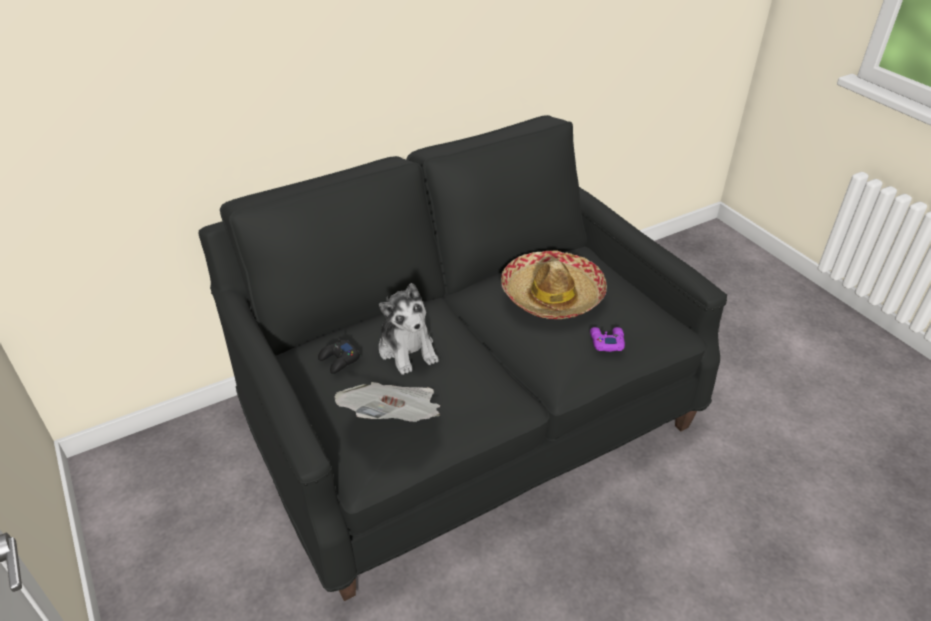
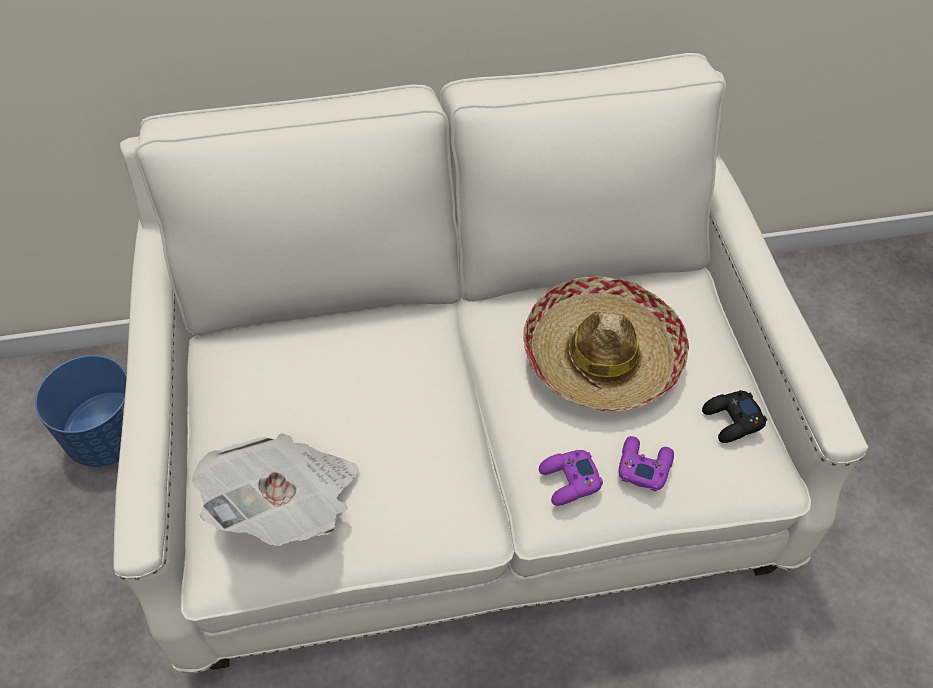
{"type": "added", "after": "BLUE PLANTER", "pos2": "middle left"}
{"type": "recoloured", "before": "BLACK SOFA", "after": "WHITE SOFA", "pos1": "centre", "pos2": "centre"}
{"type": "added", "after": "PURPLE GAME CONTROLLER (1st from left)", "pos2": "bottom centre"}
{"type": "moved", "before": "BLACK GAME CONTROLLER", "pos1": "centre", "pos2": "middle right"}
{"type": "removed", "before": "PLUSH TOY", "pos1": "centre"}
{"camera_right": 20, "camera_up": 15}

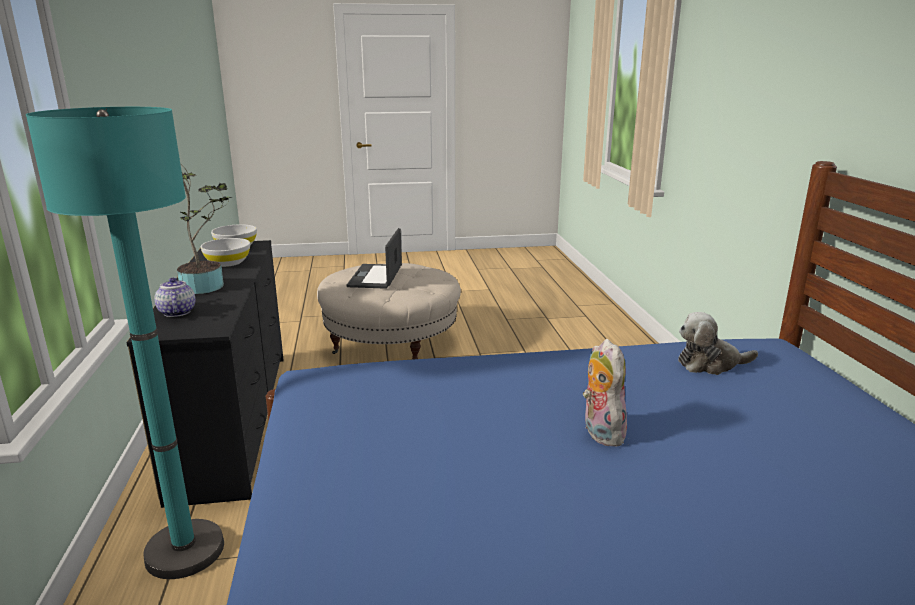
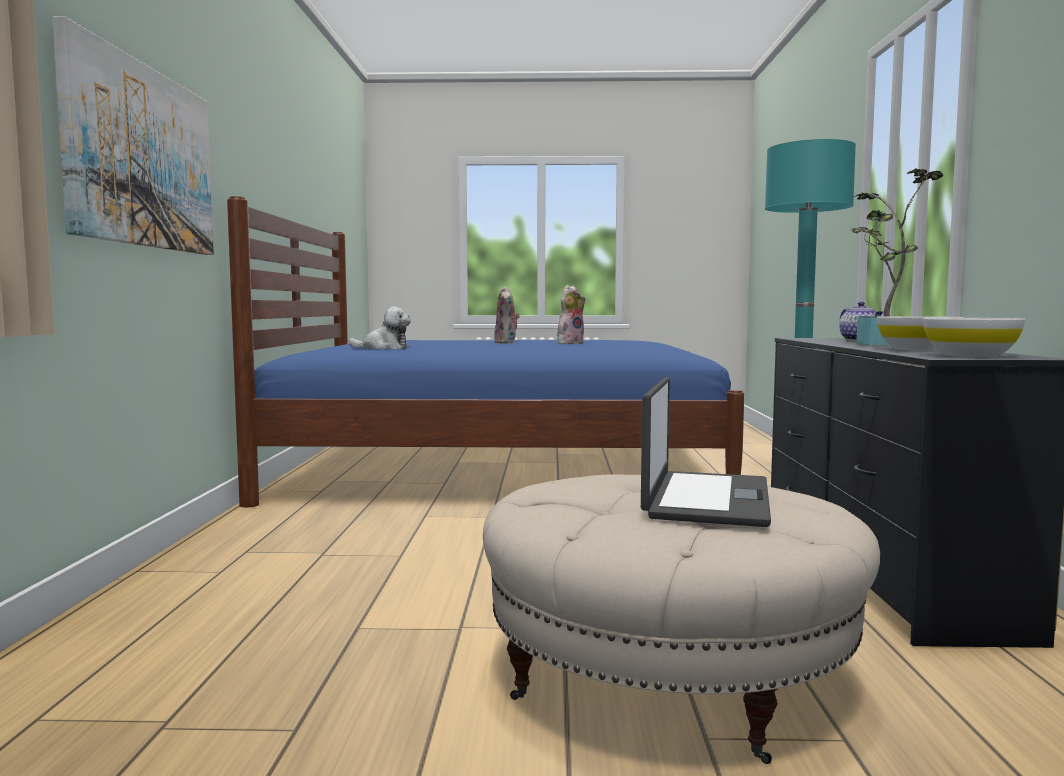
{"type": "added", "after": "PICTURE", "pos2": "top left"}
{"type": "added", "after": "PLUSH TOY (3rd from left)", "pos2": "centre"}
{"camera_right": -170, "camera_up": -15}

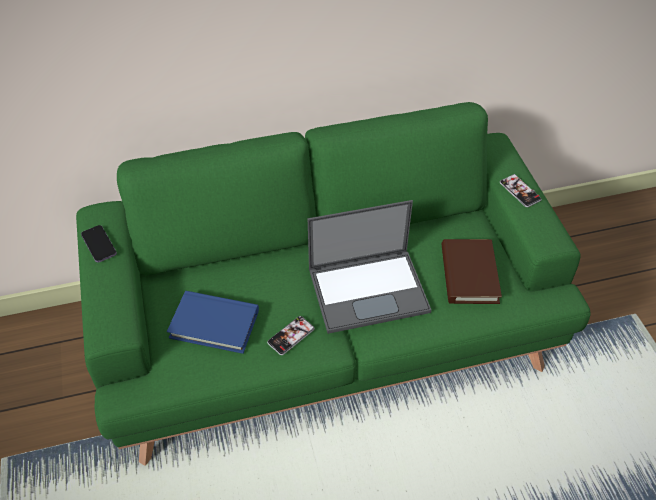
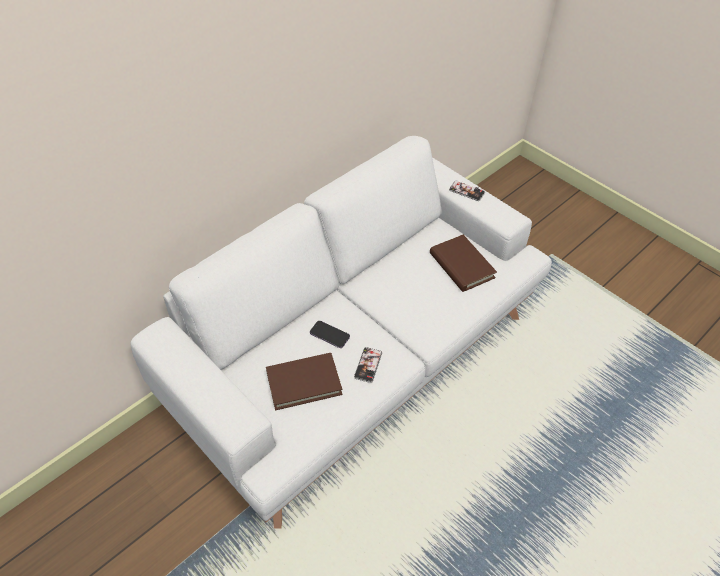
{"type": "recoloured", "before": "GREEN SOFA", "after": "WHITE SOFA", "pos1": "centre", "pos2": "centre"}
{"type": "recoloured", "before": "BLUE BOOK", "after": "BROWN BOOK (1st from left)", "pos1": "middle left", "pos2": "centre"}
{"type": "moved", "before": "PHONE (1st from left)", "pos1": "middle left", "pos2": "centre"}
{"type": "removed", "before": "LAPTOP", "pos1": "centre"}
{"camera_right": -30, "camera_up": 0}

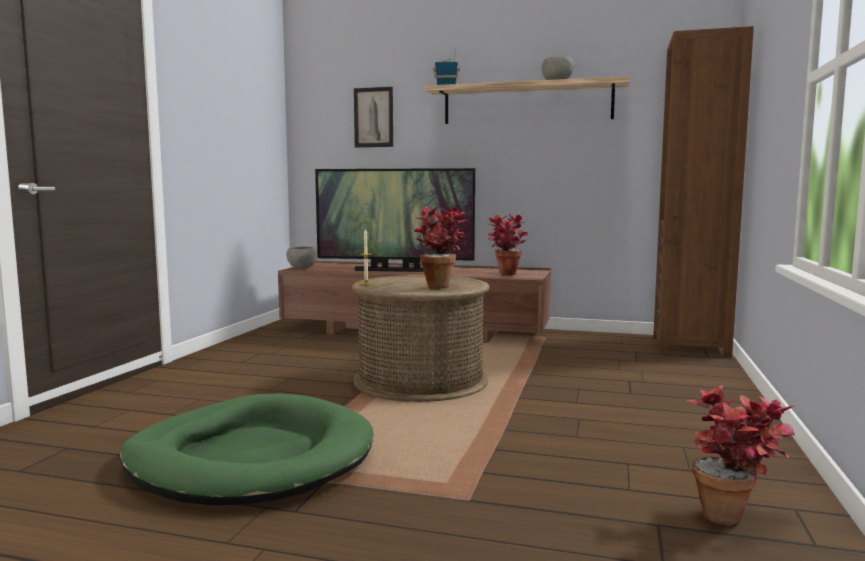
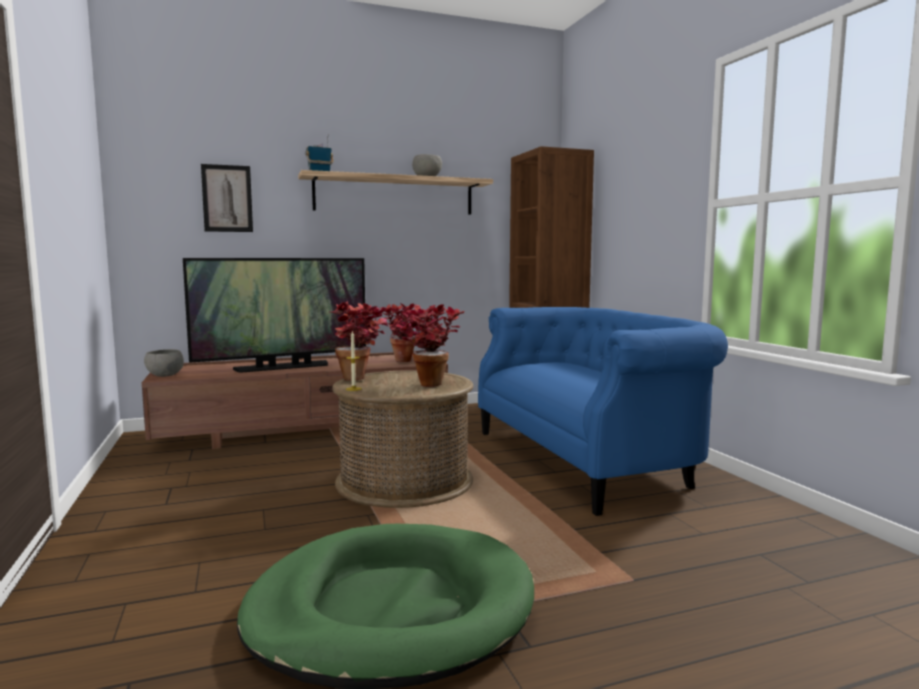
{"type": "moved", "before": "POTTED PLANT (3rd from left in the first image)", "after": "POTTED PLANT (1st from left)", "pos1": "bottom right", "pos2": "centre"}
{"type": "added", "after": "BLUE SOFA", "pos2": "centre"}
{"camera_right": -35, "camera_up": 0}

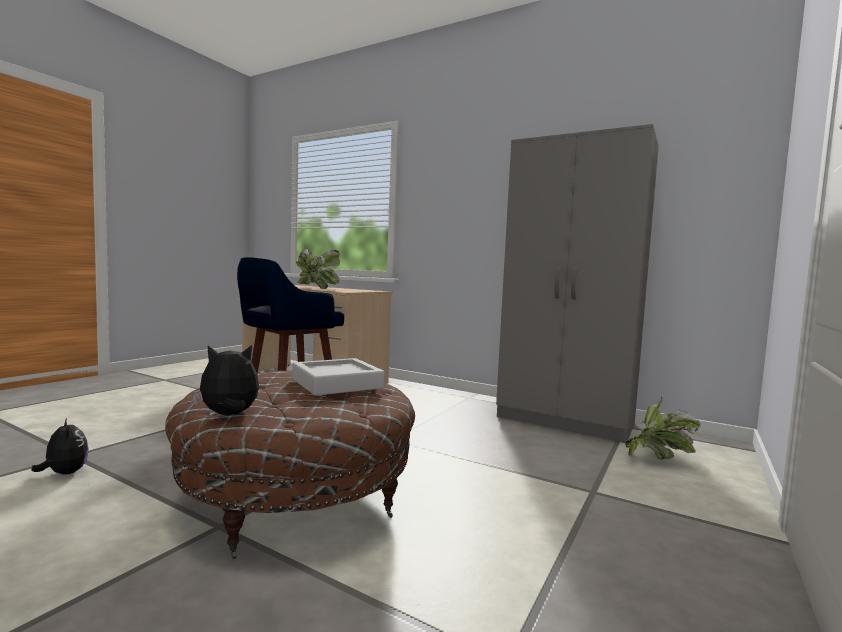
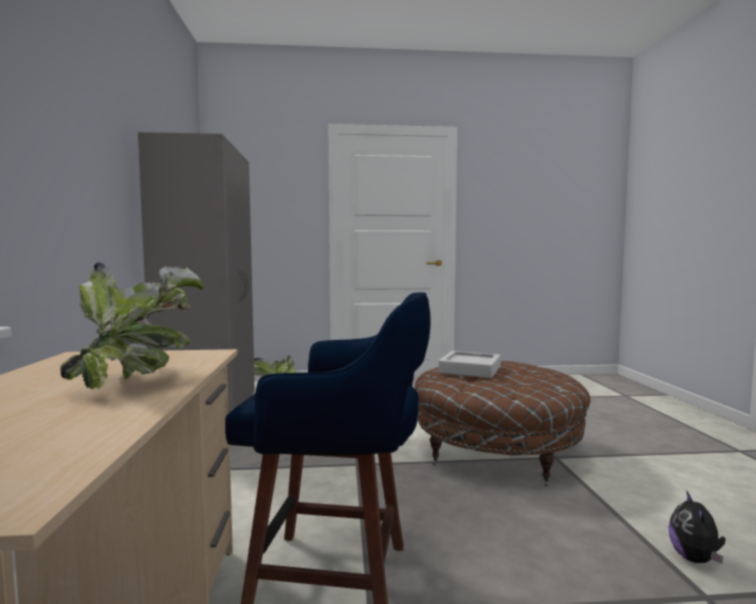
{"type": "removed", "before": "PLUSH TOY (2nd from left)", "pos1": "middle left"}
{"camera_right": -125, "camera_up": 0}

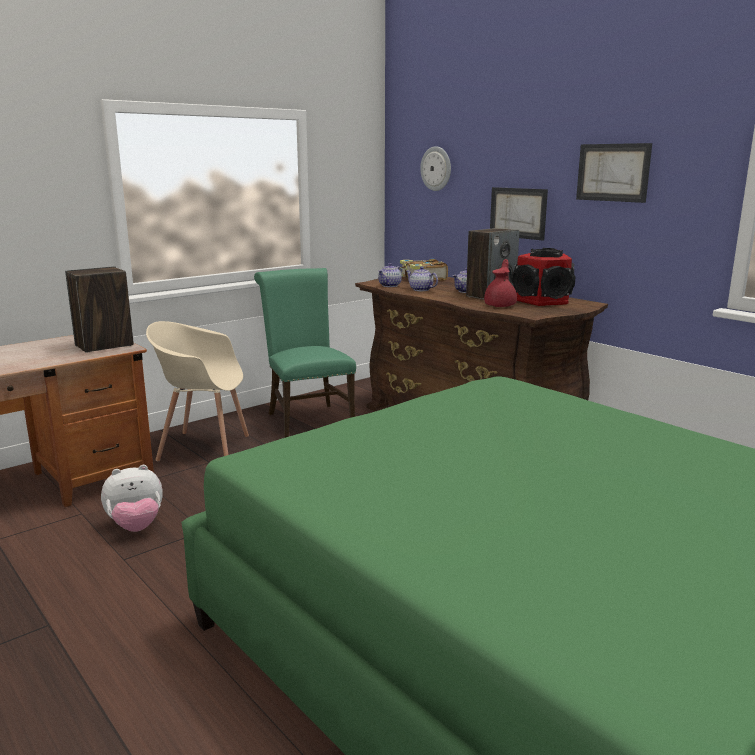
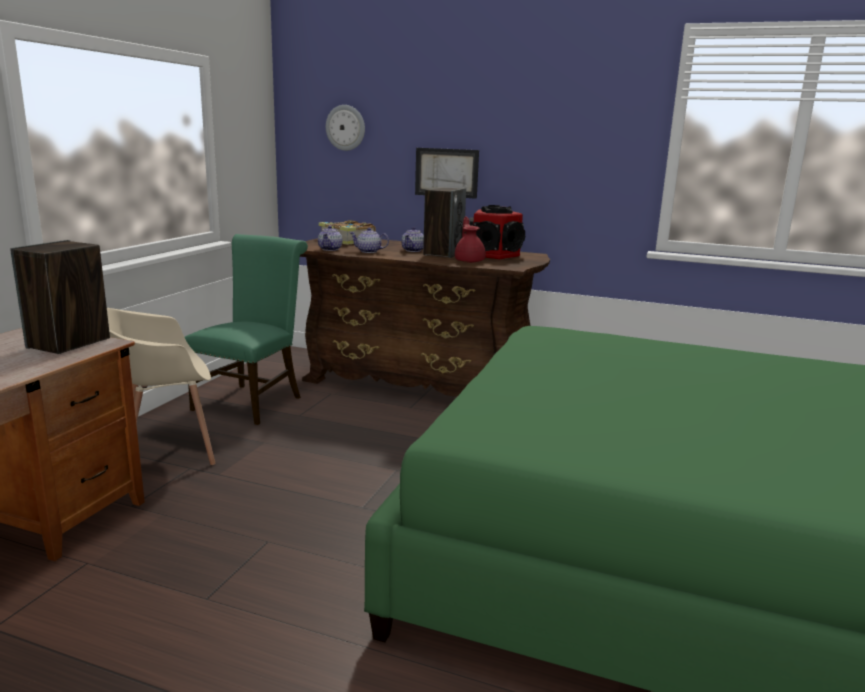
{"type": "turned", "before": "GREEN CHAIR", "pos1": "centre", "pos2": "middle left", "turn": 75}
{"type": "removed", "before": "PLUSH TOY", "pos1": "middle left"}
{"type": "removed", "before": "PICTURE (2nd from left)", "pos1": "top right"}
{"camera_right": -30, "camera_up": 0}

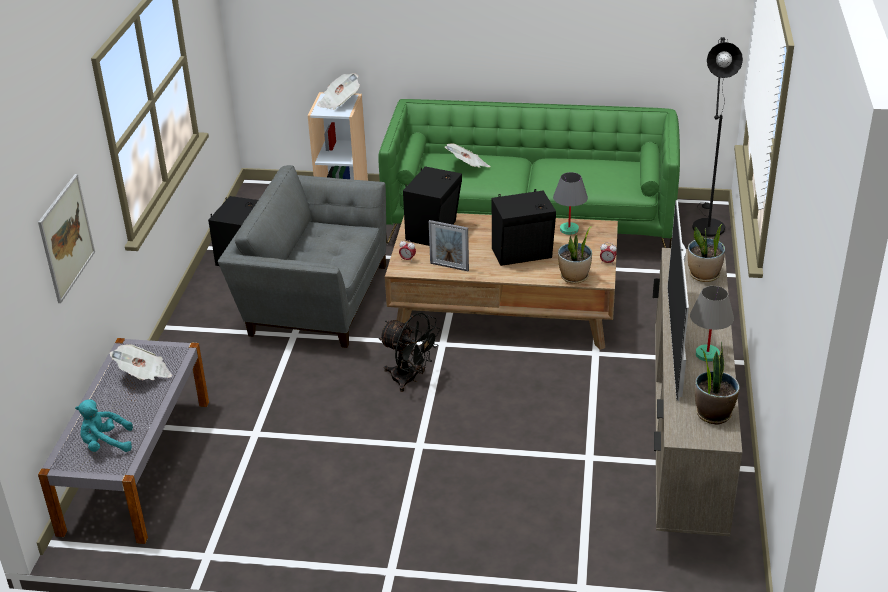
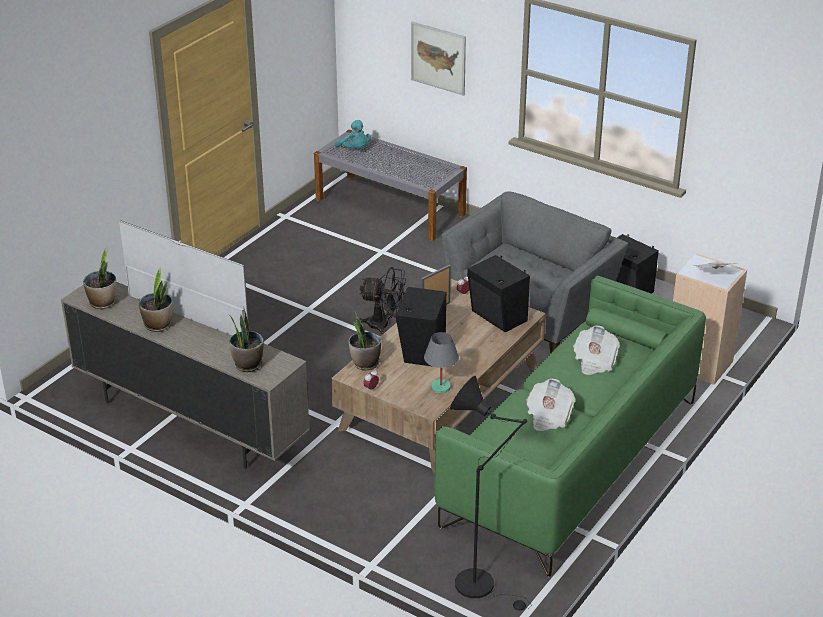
{"type": "replaced", "before": "GREY TABLE LAMP (2nd from left)", "after": "POTTED PLANT (2nd from left)", "pos1": "middle right", "pos2": "middle left"}
{"type": "turned", "before": "TURQUOISE PLUSH TOY", "pos1": "bottom left", "pos2": "top centre", "turn": 120}
{"type": "turned", "before": "BLACK FAN", "pos1": "centre", "pos2": "centre", "turn": -135}
{"type": "moved", "before": "NEWSPAPER (1st from left)", "pos1": "middle left", "pos2": "middle right"}
{"camera_right": 115, "camera_up": 0}

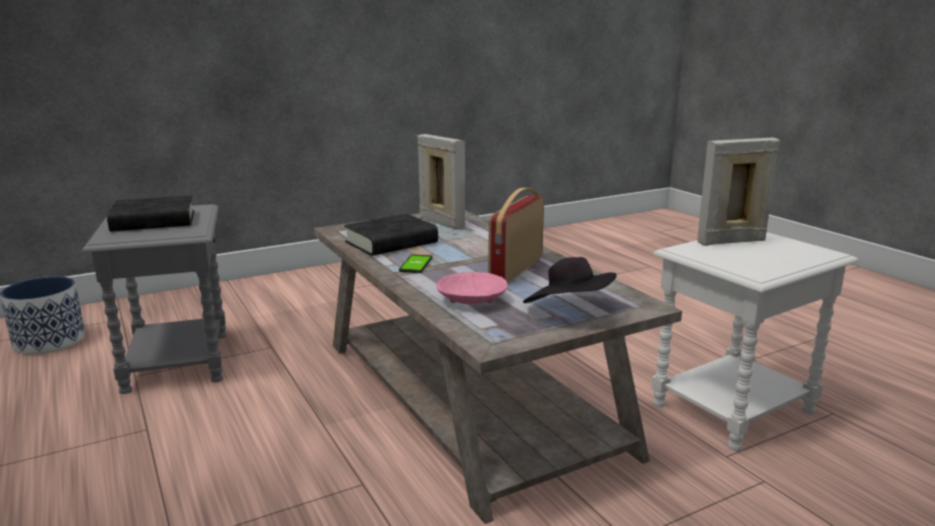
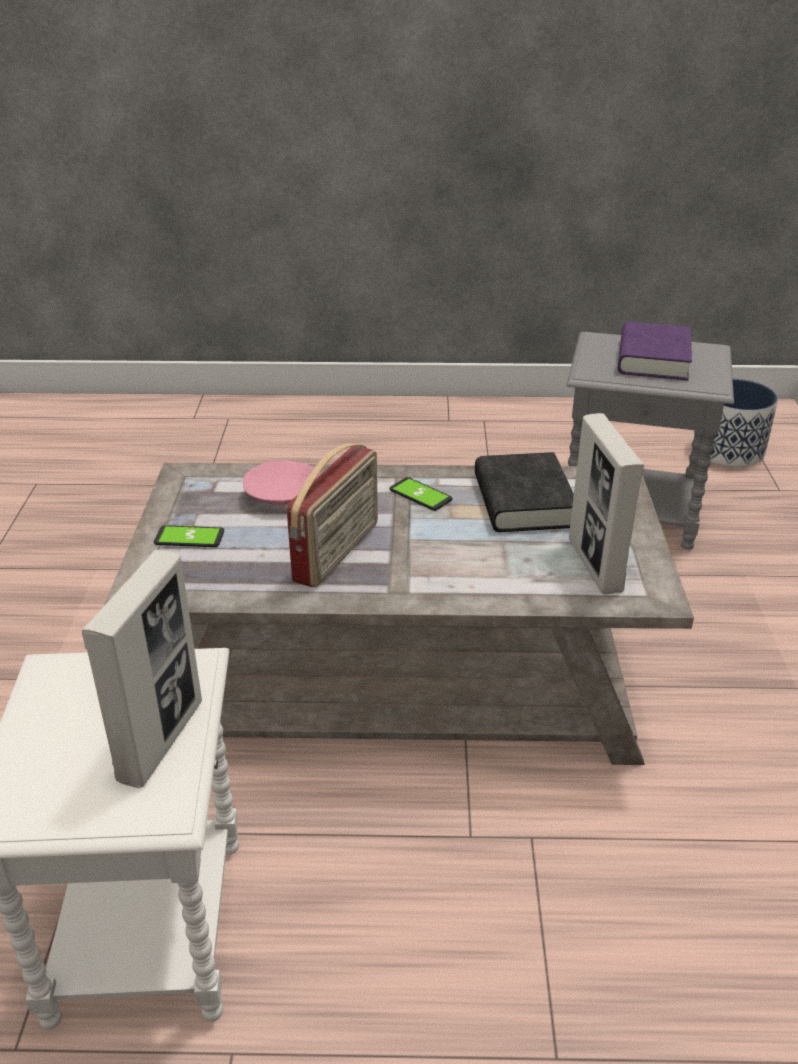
{"type": "replaced", "before": "BLACK HAT", "after": "PHONE (1st from left)", "pos1": "centre", "pos2": "middle left"}
{"type": "turned", "before": "RADIO", "pos1": "centre", "pos2": "centre", "turn": 60}
{"type": "turned", "before": "PICTURE FRAME (1st from left in the first image)", "pos1": "centre", "pos2": "middle right", "turn": 90}
{"type": "recoloured", "before": "BLACK BOOK (1st from left)", "after": "PURPLE BOOK", "pos1": "middle left", "pos2": "top right"}
{"camera_right": 120, "camera_up": 15}

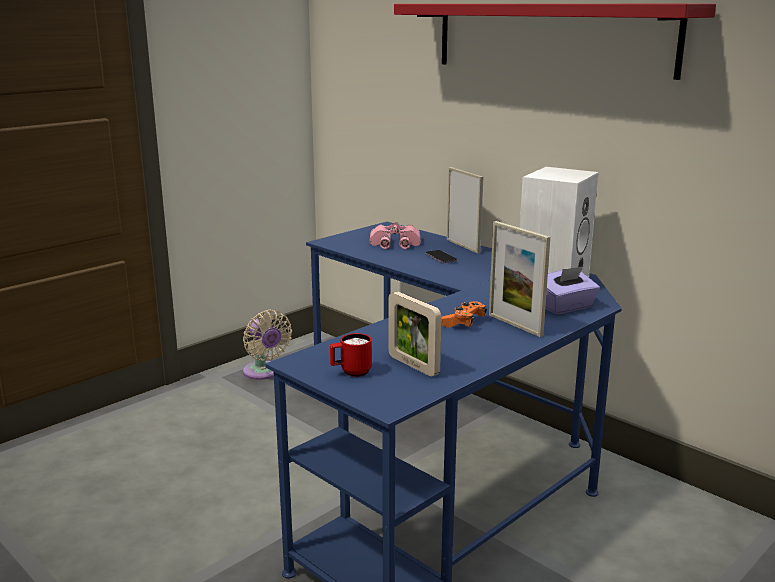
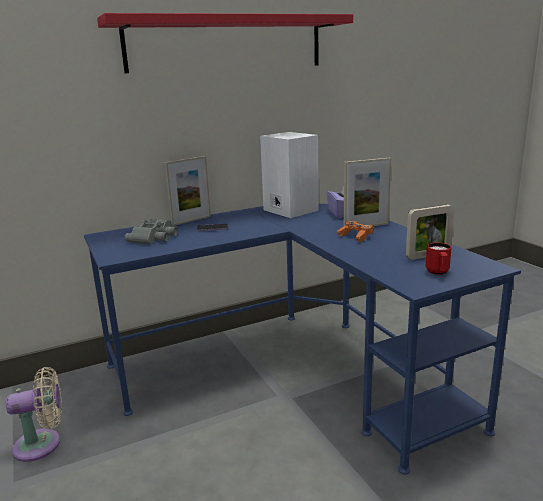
{"type": "recoloured", "before": "PINK BINOCULARS", "after": "GREY BINOCULARS", "pos1": "centre", "pos2": "middle left"}
{"type": "turned", "before": "PICTURE FRAME (2nd from left in the first image)", "pos1": "centre", "pos2": "centre", "turn": 150}
{"camera_right": -70, "camera_up": 0}

